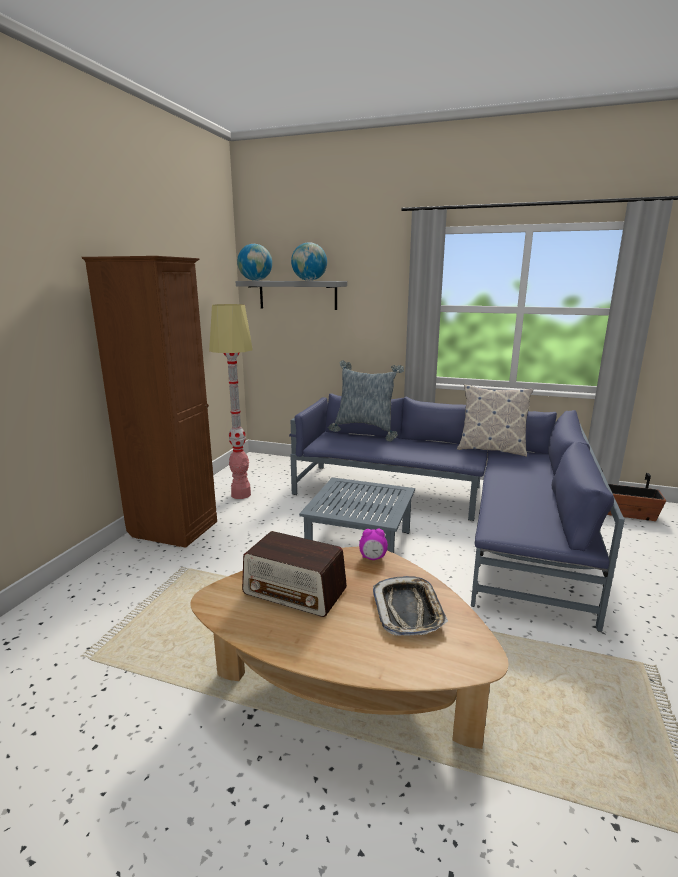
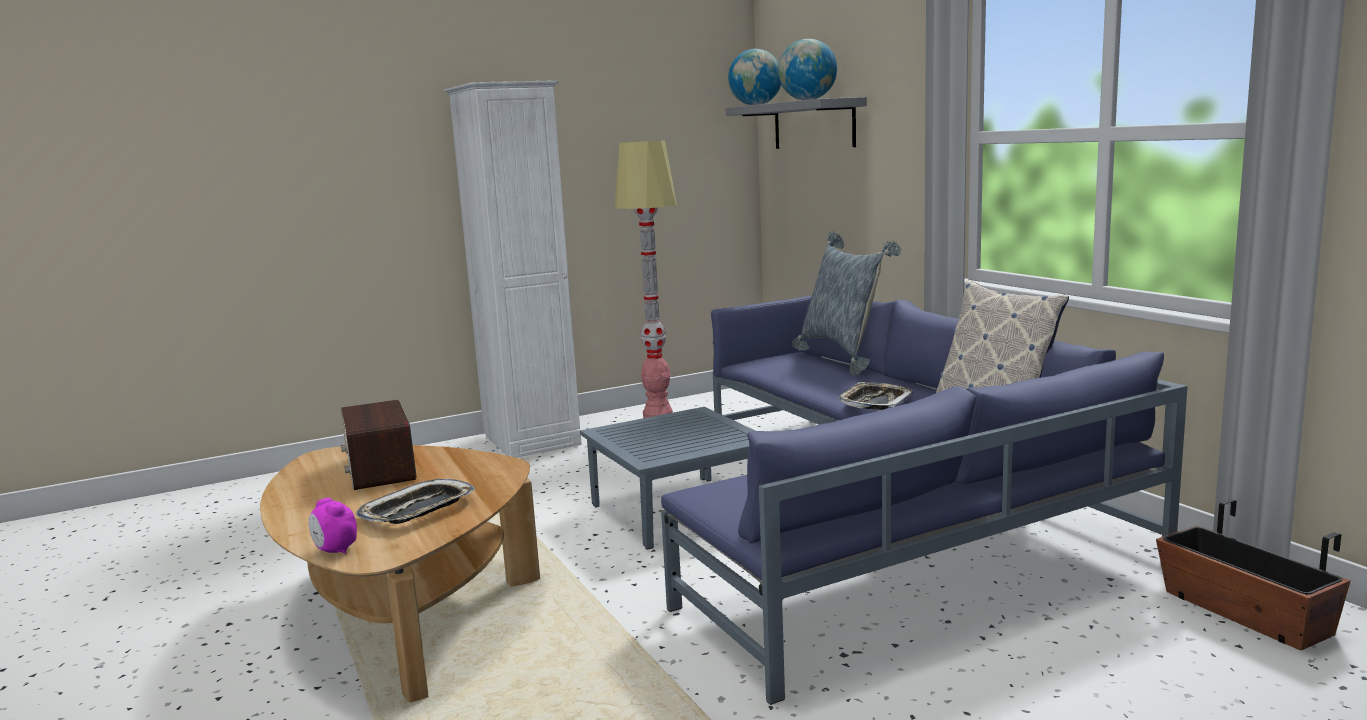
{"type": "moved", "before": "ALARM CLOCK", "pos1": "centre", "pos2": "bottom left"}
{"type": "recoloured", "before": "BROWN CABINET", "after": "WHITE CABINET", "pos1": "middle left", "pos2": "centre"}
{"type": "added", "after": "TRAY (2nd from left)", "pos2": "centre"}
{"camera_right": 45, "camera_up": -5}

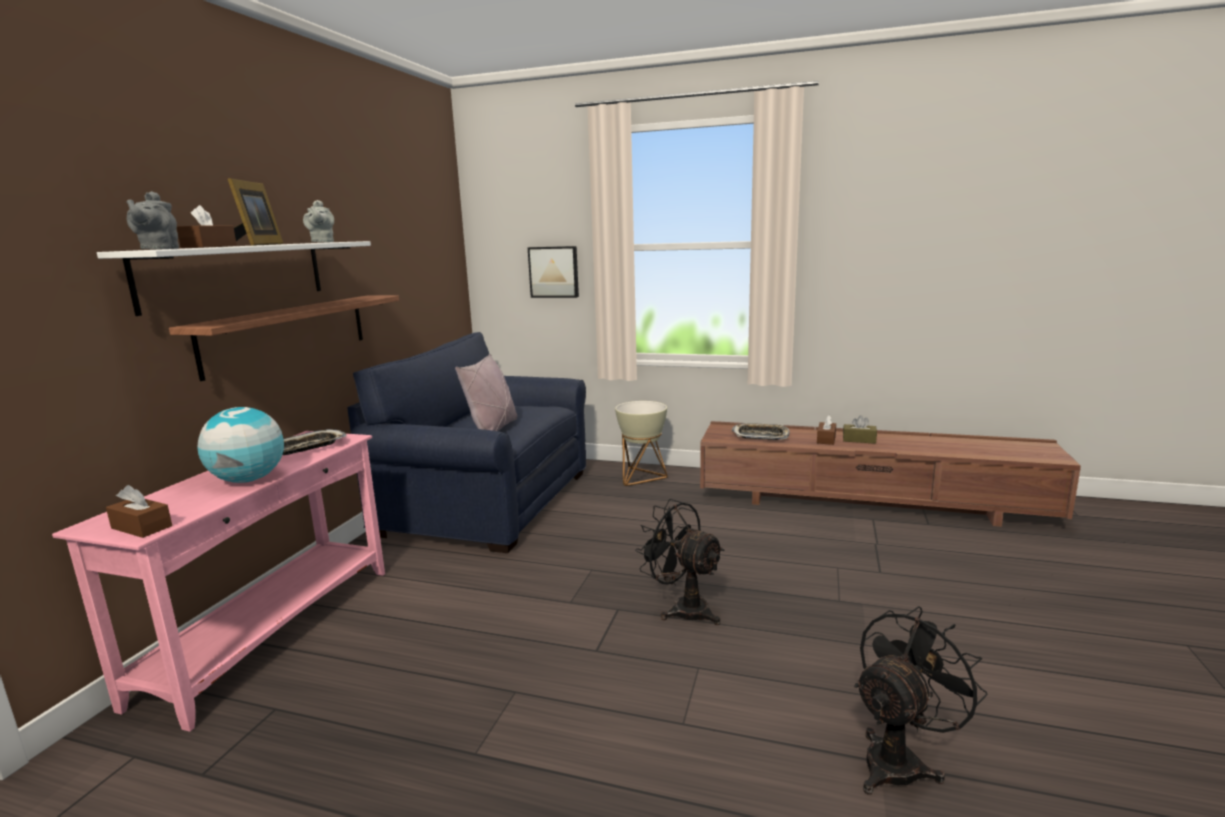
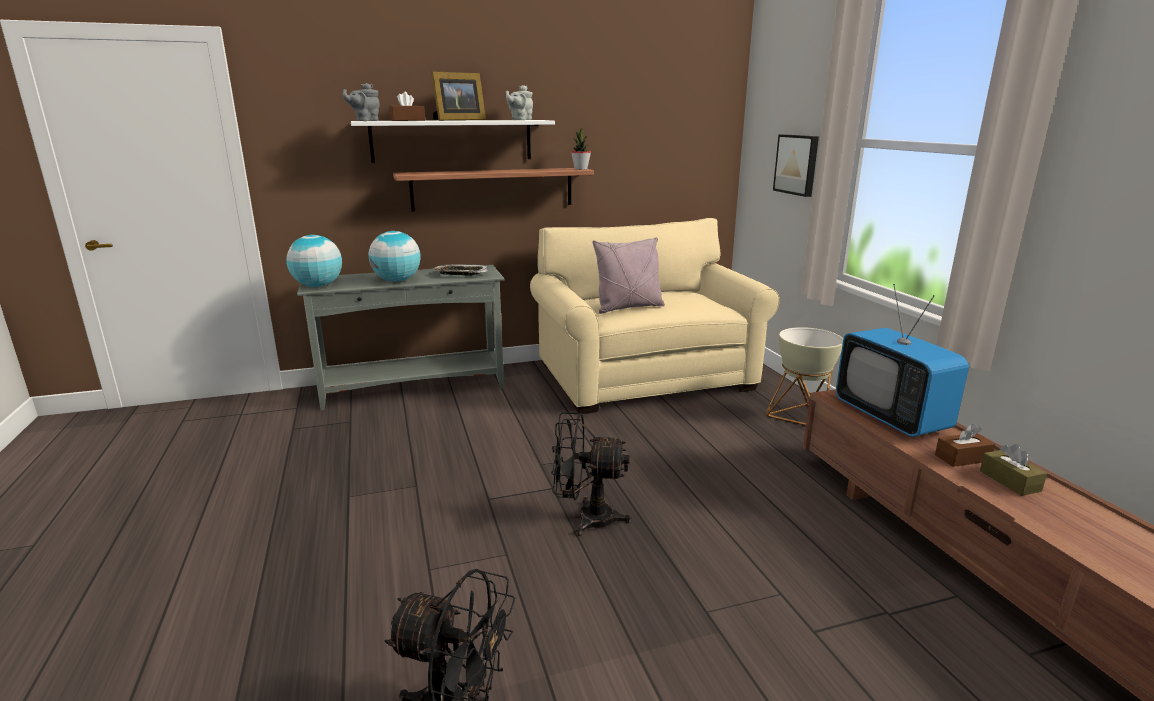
{"type": "replaced", "before": "BROWN TISSUE BOX (1st from left)", "after": "GLOBE (1st from left)", "pos1": "middle left", "pos2": "middle left"}
{"type": "recoloured", "before": "PINK CONSOLE TABLE", "after": "GREY CONSOLE TABLE", "pos1": "bottom left", "pos2": "centre"}
{"type": "recoloured", "before": "BLUE SOFA", "after": "BEIGE SOFA", "pos1": "centre", "pos2": "centre"}
{"type": "turned", "before": "BLACK FAN (1st from left in the first image)", "pos1": "bottom centre", "pos2": "bottom centre", "turn": -90}
{"type": "added", "after": "POTTED PLANT", "pos2": "top centre"}
{"type": "replaced", "before": "TRAY (2nd from left)", "after": "TELEVISION", "pos1": "centre", "pos2": "middle right"}
{"camera_right": 55, "camera_up": 5}

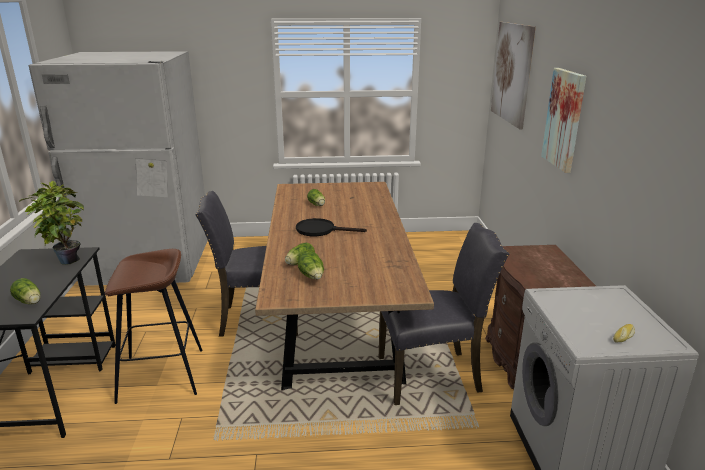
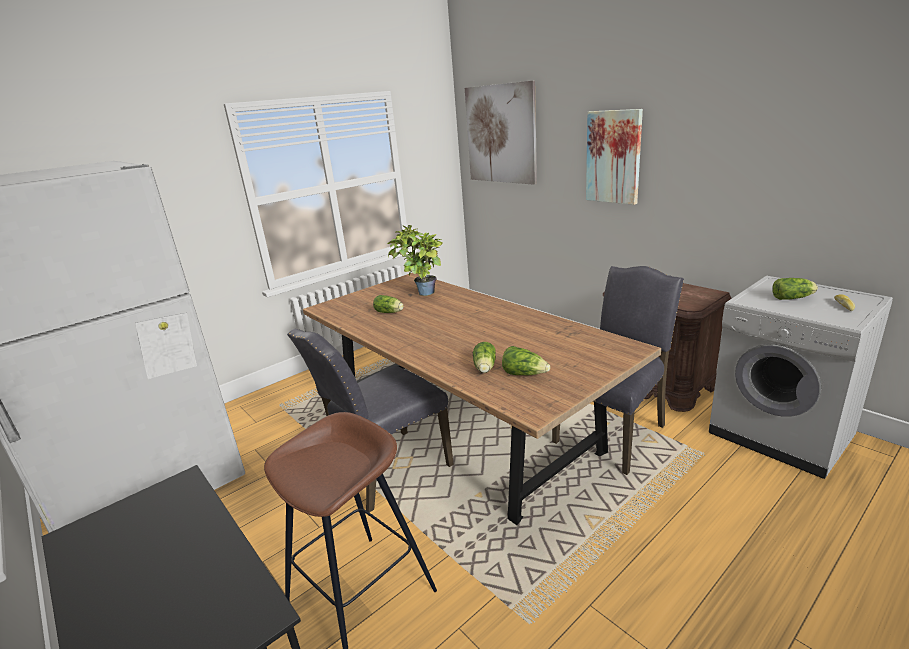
{"type": "moved", "before": "POTTED PLANT", "pos1": "middle left", "pos2": "centre"}
{"type": "moved", "before": "LETTUCE (1st from left in the first image)", "after": "LETTUCE (4th from left)", "pos1": "middle left", "pos2": "middle right"}
{"type": "removed", "before": "BLACK FRYING PAN", "pos1": "centre"}
{"camera_right": -35, "camera_up": 0}

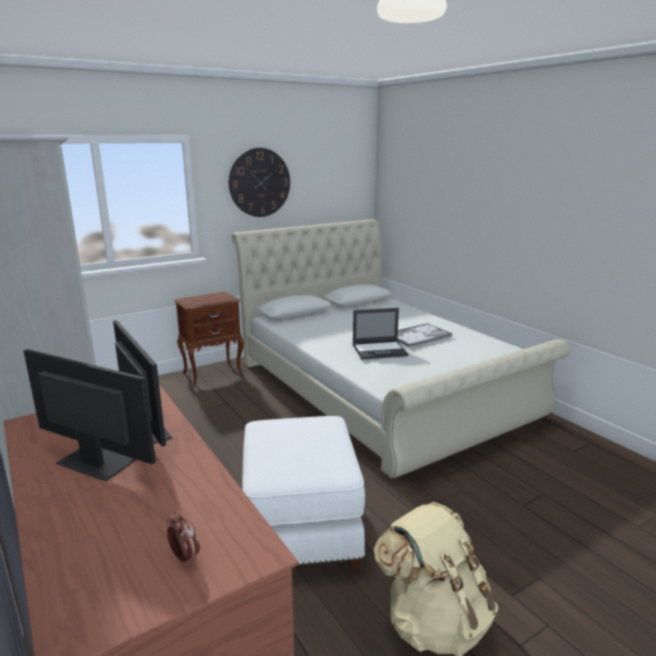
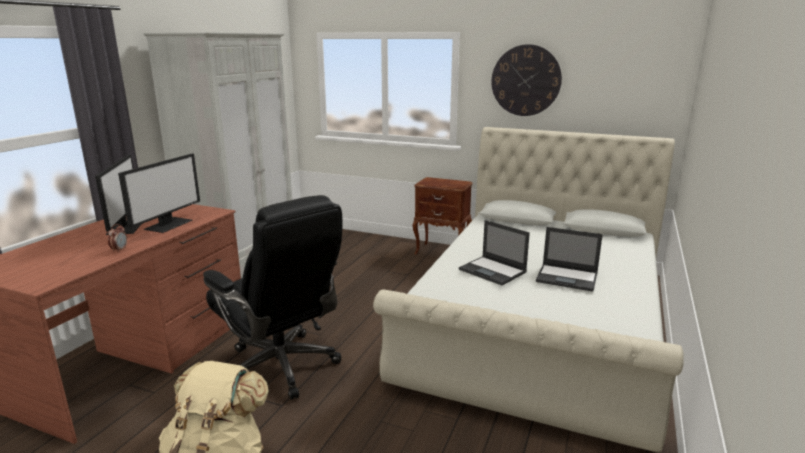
{"type": "moved", "before": "ALARM CLOCK", "pos1": "bottom left", "pos2": "middle left"}
{"type": "replaced", "before": "WHITE OTTOMAN", "after": "BLACK OFFICE CHAIR", "pos1": "bottom centre", "pos2": "centre"}
{"type": "replaced", "before": "TRAY", "after": "LAPTOP (2nd from left)", "pos1": "centre", "pos2": "middle right"}
{"camera_right": 55, "camera_up": 0}

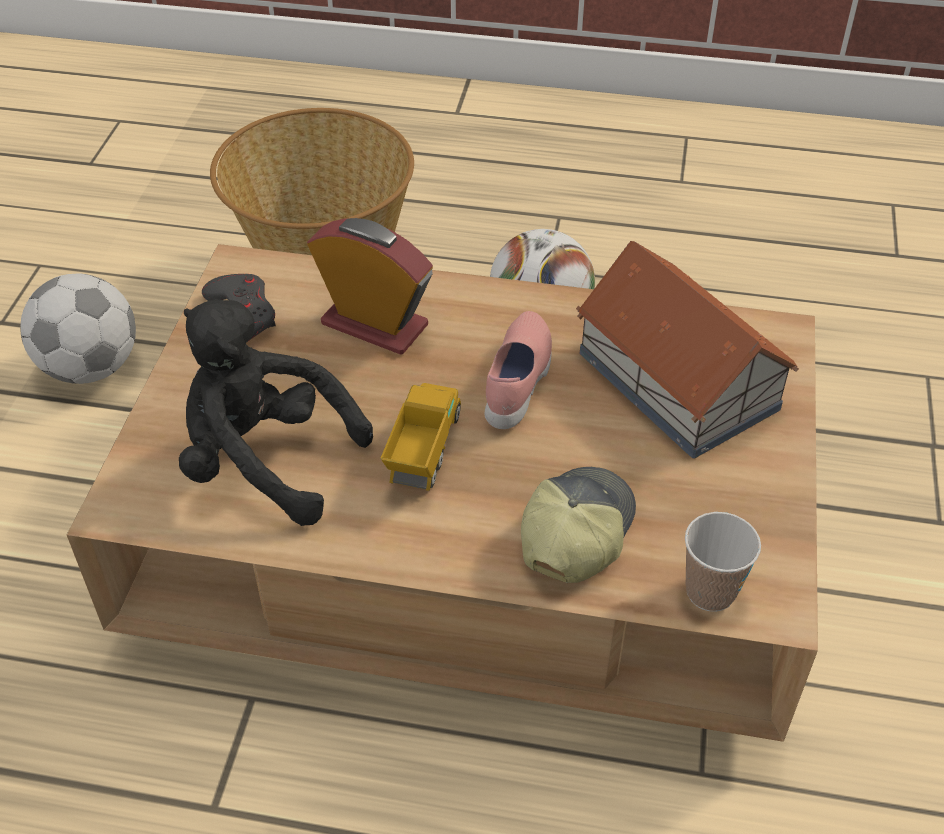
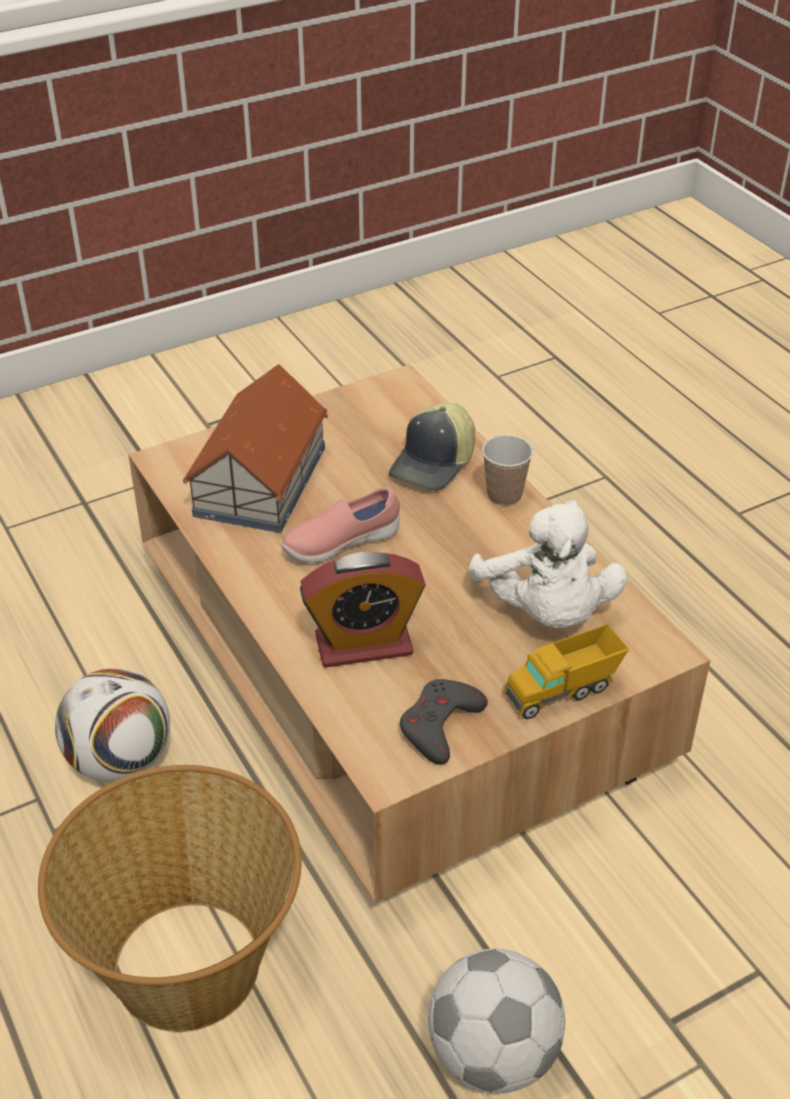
{"type": "turned", "before": "ALARM CLOCK", "pos1": "centre", "pos2": "centre", "turn": -90}
{"type": "turned", "before": "CAP", "pos1": "centre", "pos2": "centre", "turn": -45}
{"type": "recoloured", "before": "BLACK PLUSH TOY", "after": "WHITE PLUSH TOY", "pos1": "middle left", "pos2": "middle right"}
{"type": "moved", "before": "CUP", "pos1": "bottom right", "pos2": "centre"}
{"type": "moved", "before": "TOY TRUCK", "pos1": "centre", "pos2": "middle right"}
{"camera_right": -130, "camera_up": -5}

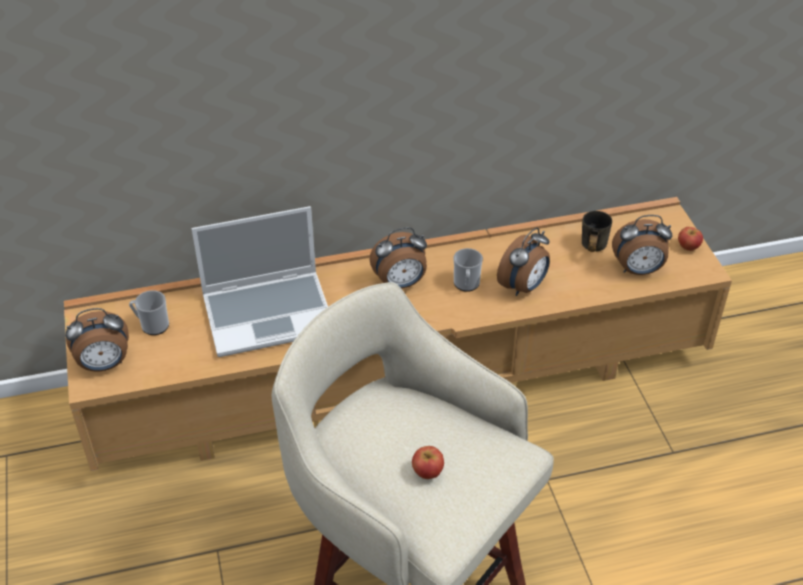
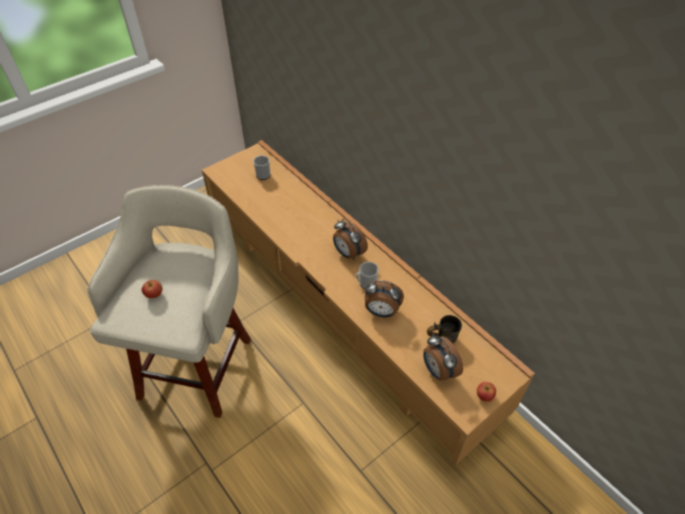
{"type": "removed", "before": "ALARM CLOCK (1st from left)", "pos1": "middle left"}
{"type": "removed", "before": "LAPTOP", "pos1": "middle left"}
{"camera_right": 65, "camera_up": 5}

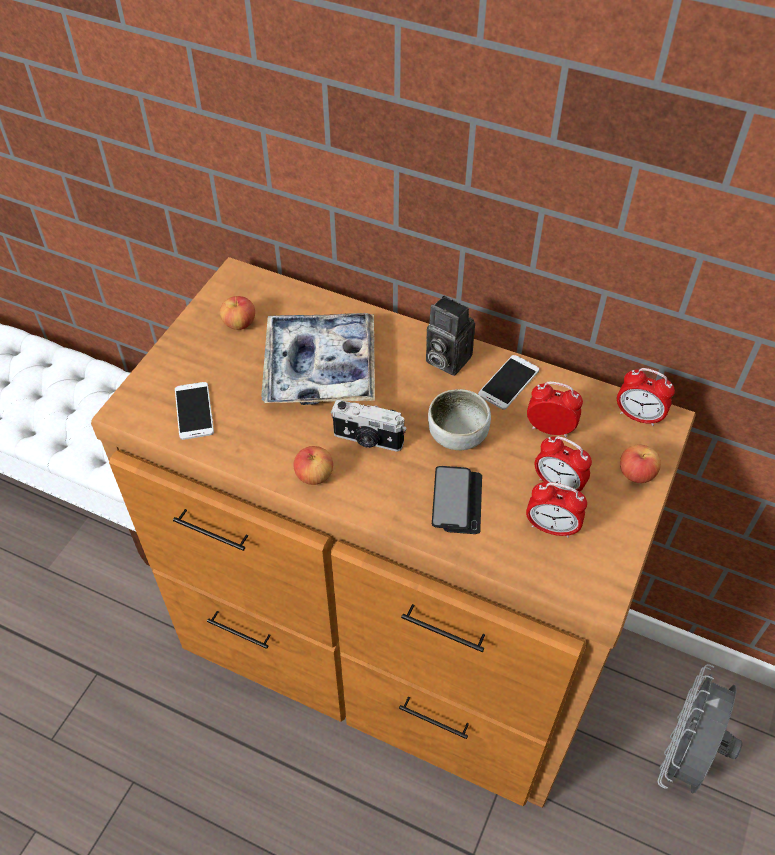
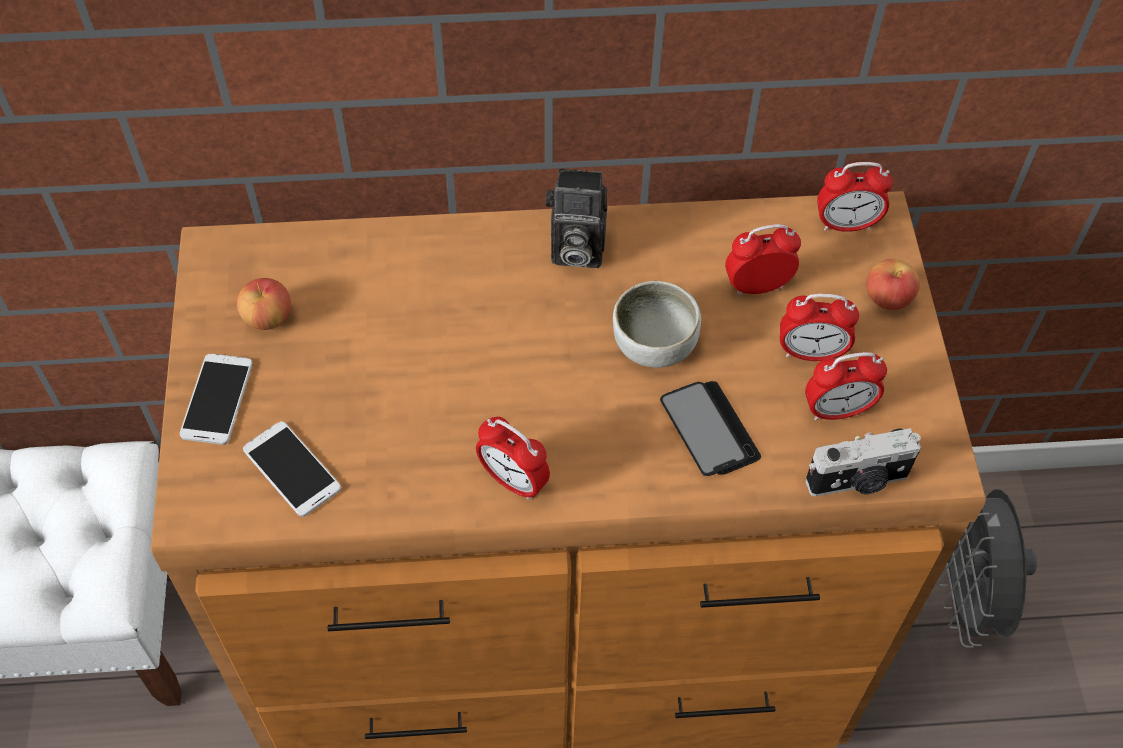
{"type": "moved", "before": "PHONE (3rd from left in the first image)", "after": "PHONE (1st from left)", "pos1": "centre", "pos2": "middle left"}
{"type": "replaced", "before": "APPLE (2nd from left)", "after": "ALARM CLOCK (1st from left)", "pos1": "centre", "pos2": "centre"}
{"type": "moved", "before": "PHOTO CAMERA (1st from left in the first image)", "after": "PHOTO CAMERA (2nd from left)", "pos1": "centre", "pos2": "middle right"}
{"type": "removed", "before": "TRAY", "pos1": "centre"}
{"camera_right": -30, "camera_up": 5}

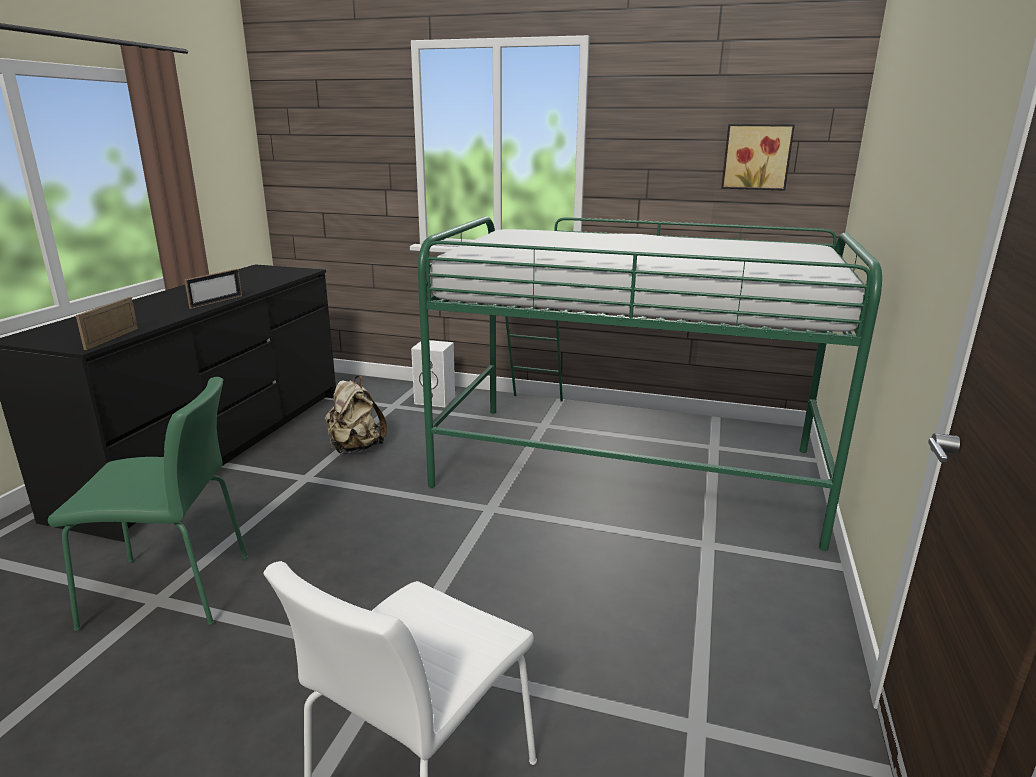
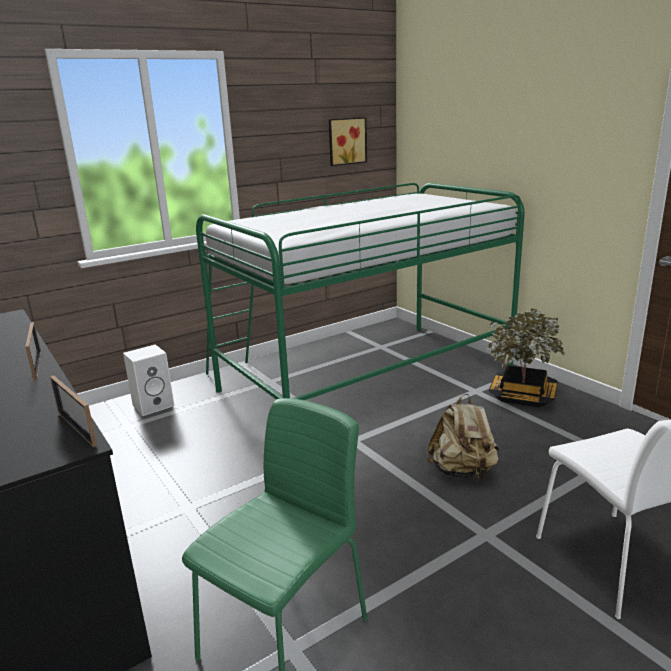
{"type": "moved", "before": "BEIGE BACKPACK", "pos1": "centre", "pos2": "middle right"}
{"type": "added", "after": "POTTED PLANT", "pos2": "middle right"}
{"camera_right": -50, "camera_up": 0}

